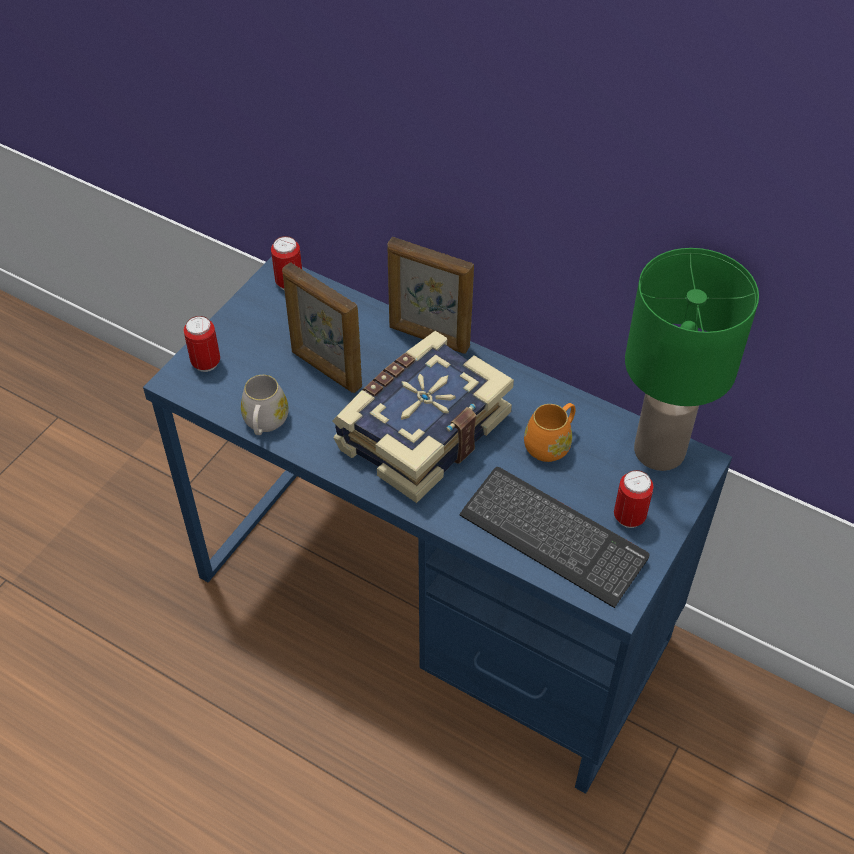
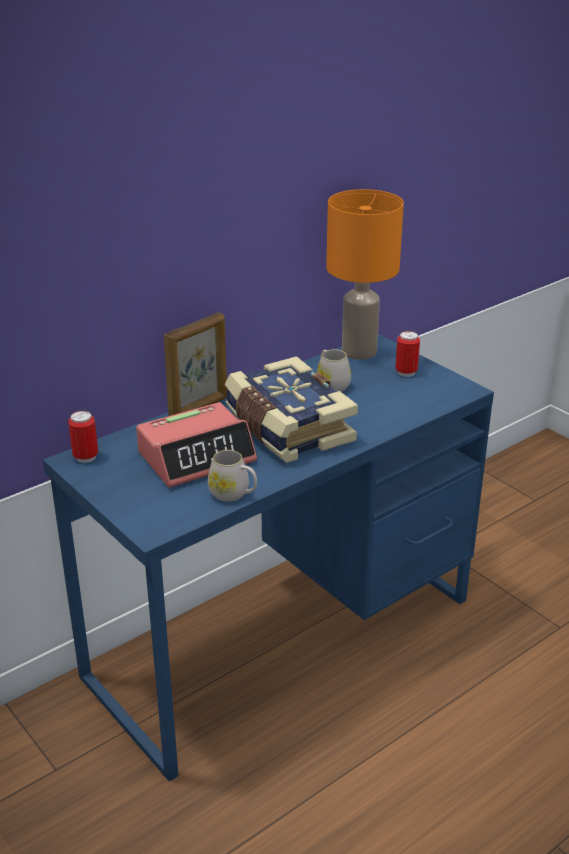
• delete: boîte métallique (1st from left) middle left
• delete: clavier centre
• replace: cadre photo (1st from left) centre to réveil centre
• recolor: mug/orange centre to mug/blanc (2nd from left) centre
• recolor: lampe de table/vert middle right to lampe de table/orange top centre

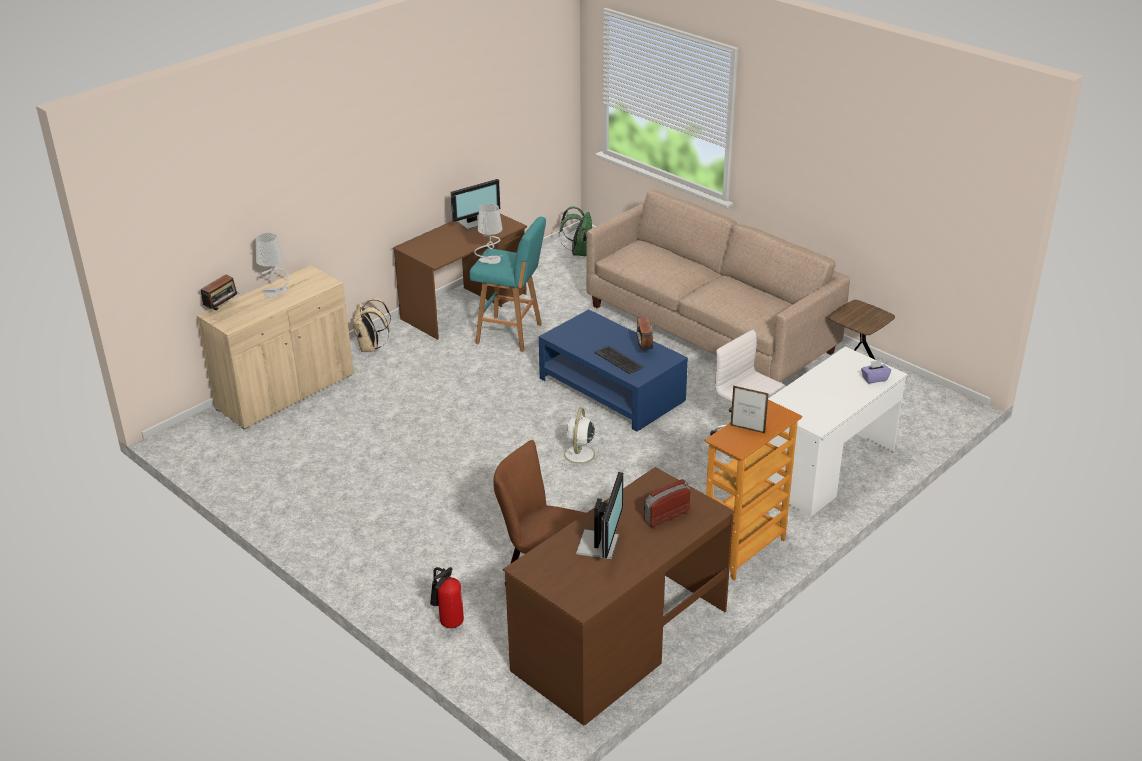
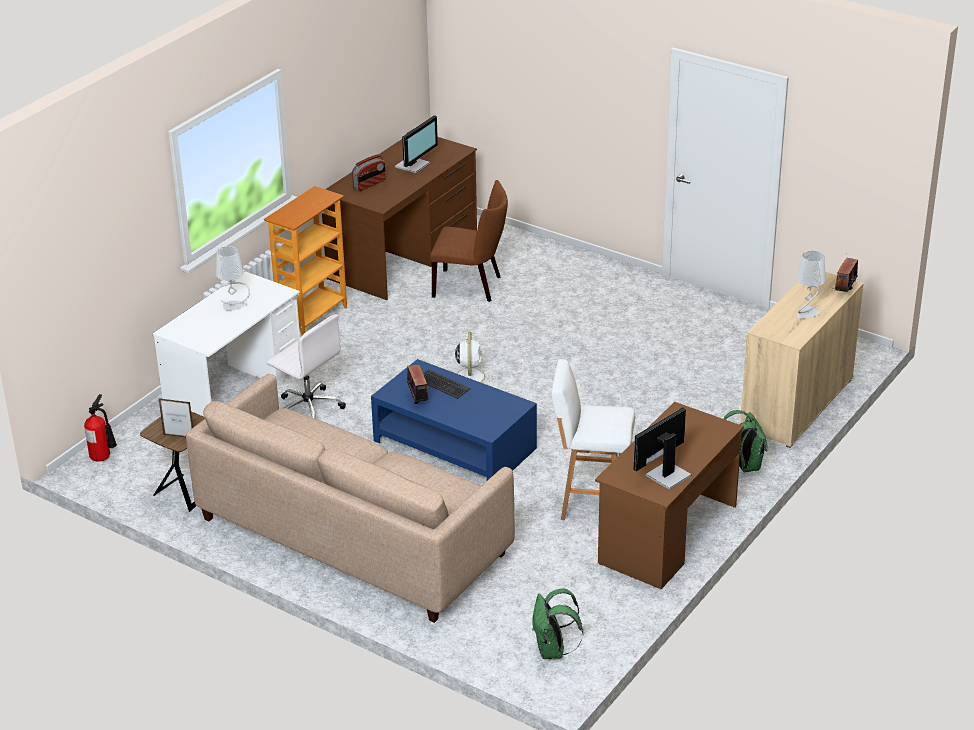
• delete: boîte à mouchoirs/violet middle right
• move: extincteur bottom centre to middle left
• move: lampe de table/gris (2nd from left in the first image) top centre to lampe de table/gris (1st from left) middle left
• move: cadre photo centre to middle left
• recolor: sac à dos/beige middle left to sac à dos/vert (2nd from left) middle right
• recolor: tabouret/turquoise centre to tabouret/blanc centre
• rotate: écran d'ordinateur (2nd from left in the first image) bottom centre = top centre 150 degrees counterclockwise

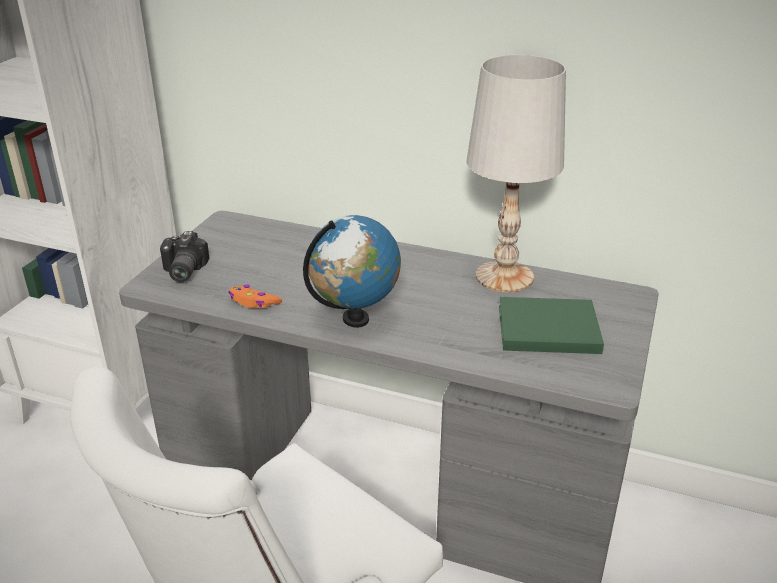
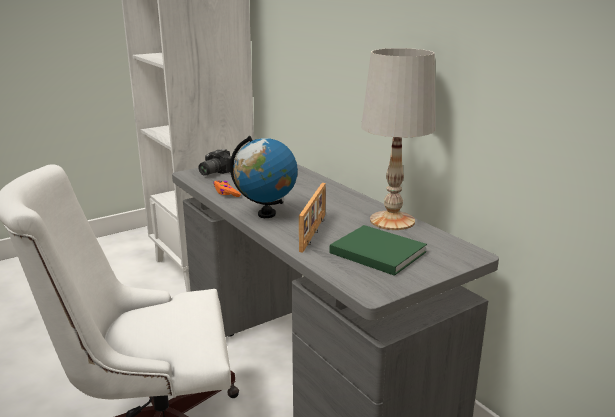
• insert: cadre photo centre

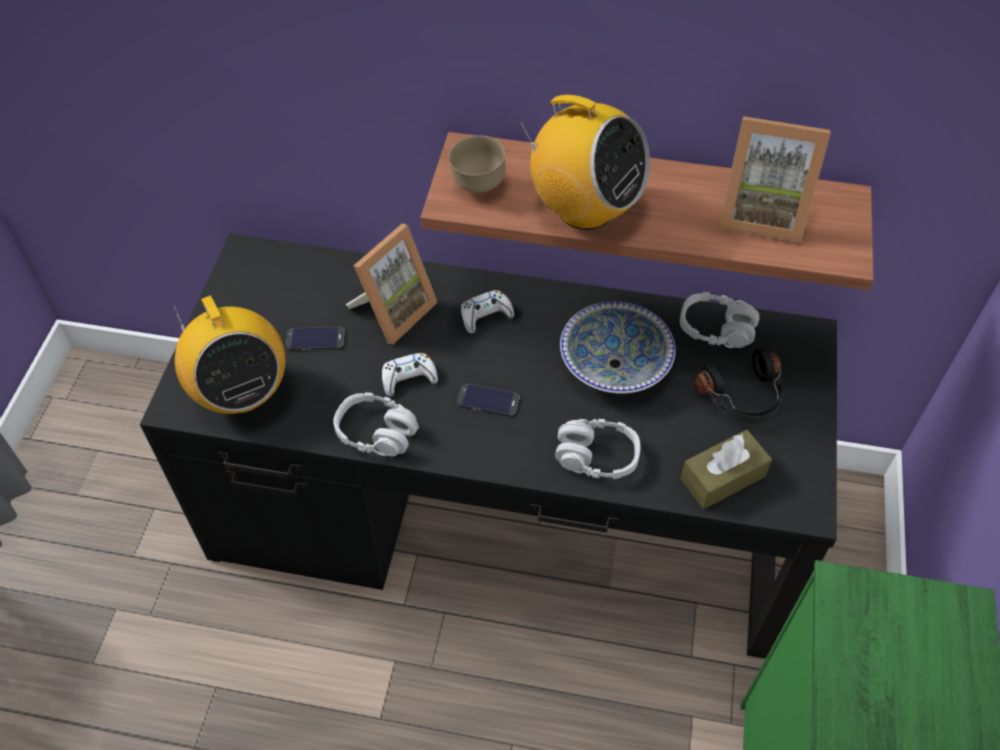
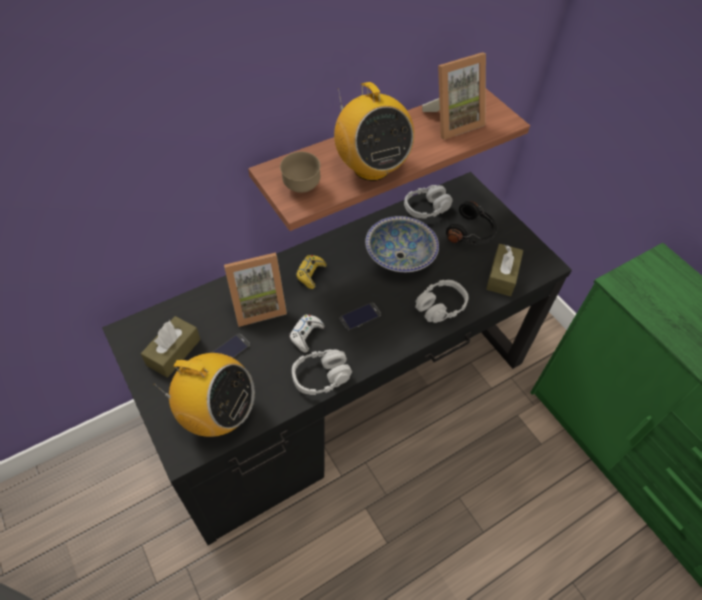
• insert: boîte à mouchoirs/marron (1st from left) middle left
• recolor: manette/blanc (2nd from left) centre to manette/jaune centre
• rotate: cadre photo (1st from left) centre = centre 75 degrees clockwise
• rotate: radio (2nd from left) top centre = top centre 75 degrees clockwise

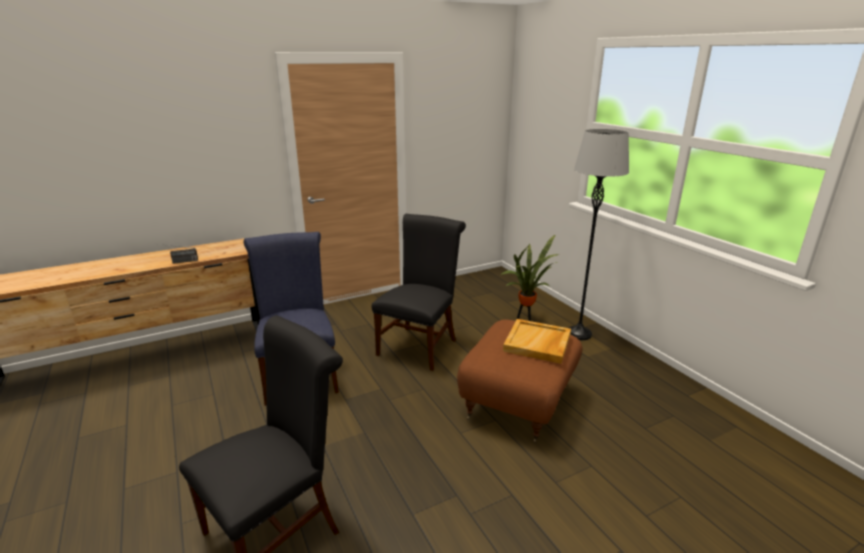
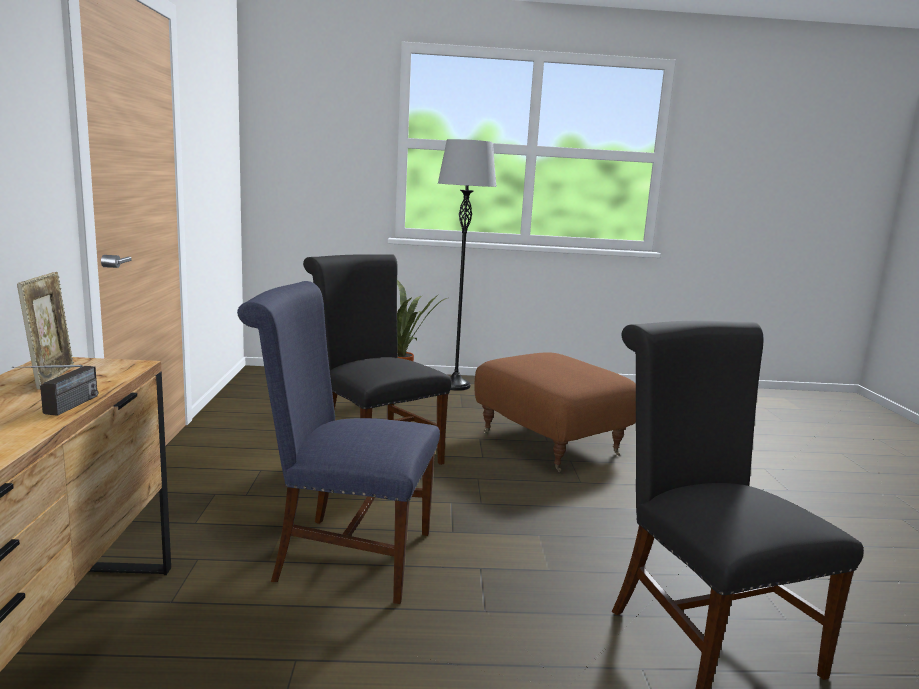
• delete: plateau/beige centre
• insert: cadre photo middle left

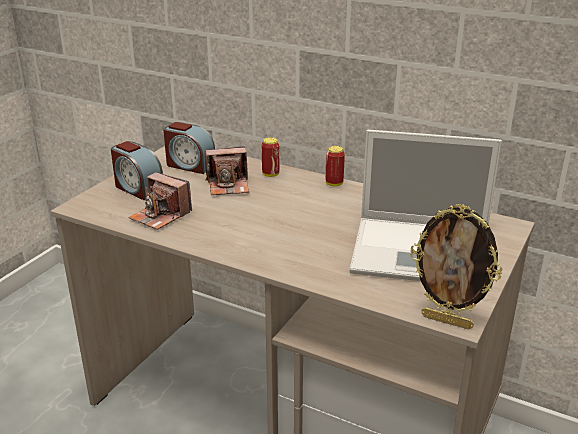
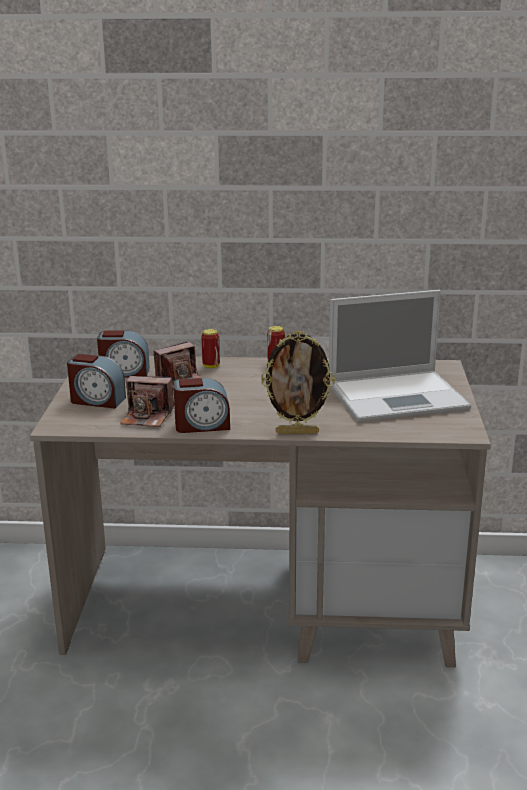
• insert: réveil (3rd from left) centre
• move: cadre photo middle right to centre

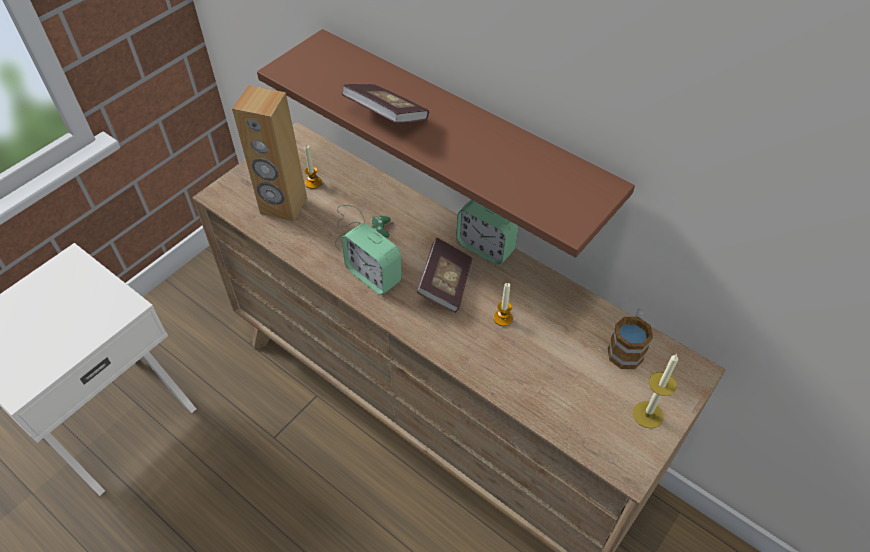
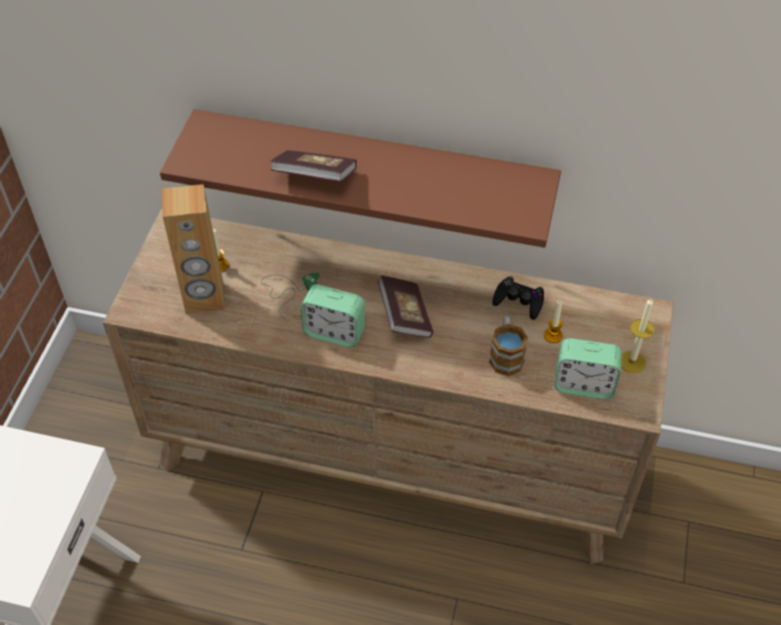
• insert: manette/noir centre
• move: réveil (2nd from left) centre to middle right
• move: bougie (2nd from left) centre to middle right
• move: mug middle right to centre

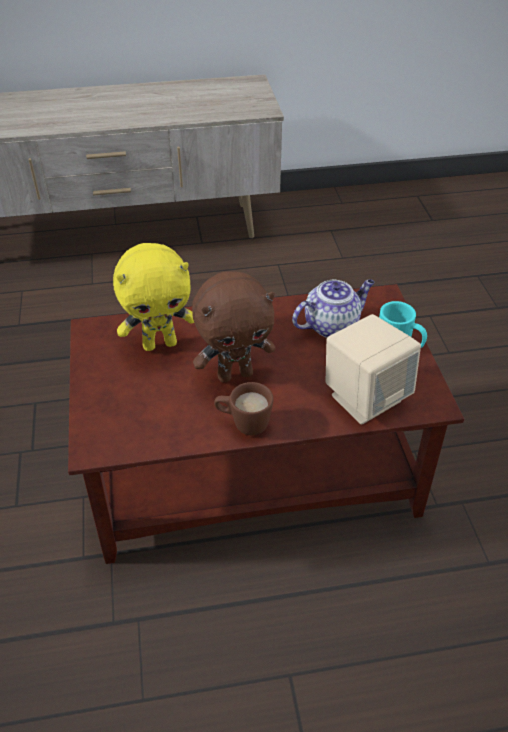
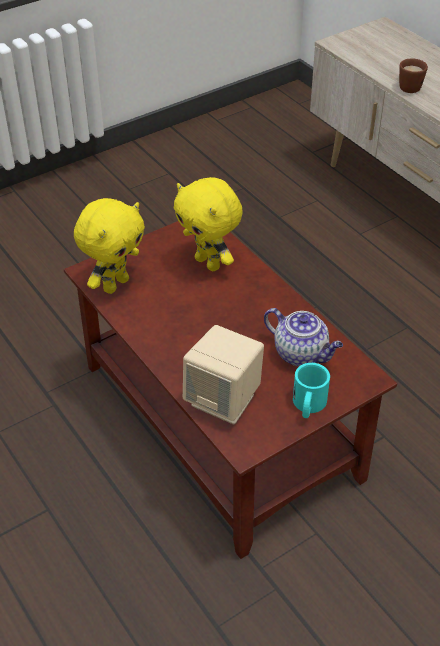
• delete: peluche/marron centre
• insert: peluche/jaune (1st from left) middle left
• move: mug/marron centre to top right

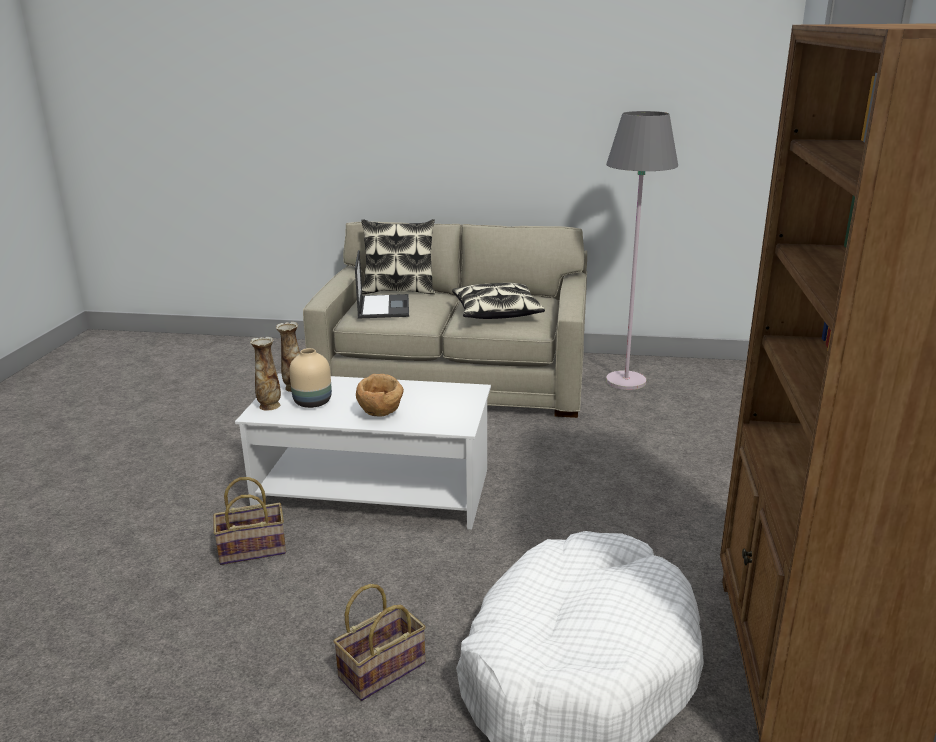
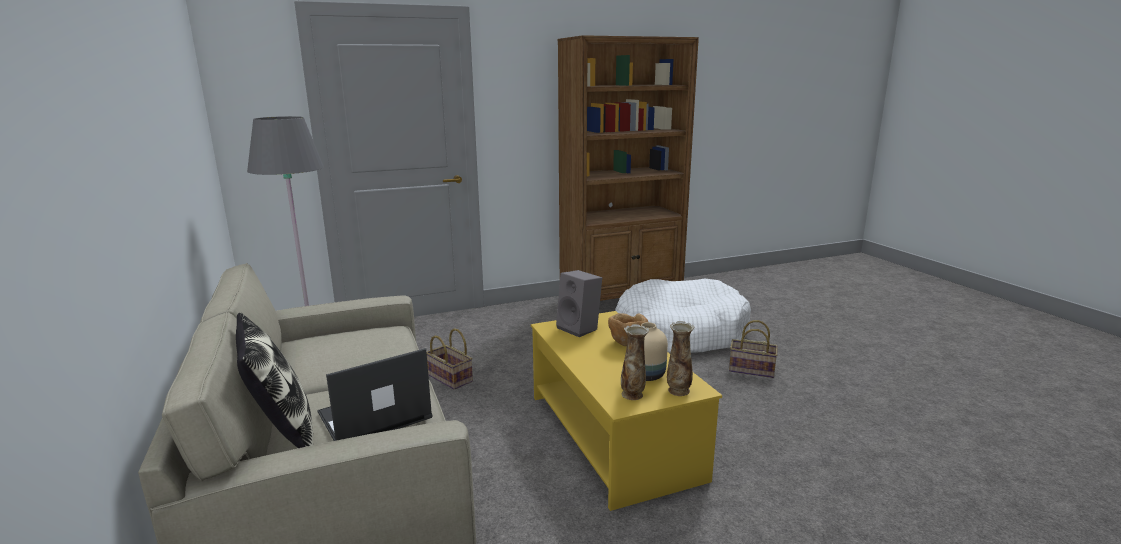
• delete: coussin (2nd from left) centre
• insert: enceinte/gris centre
• move: panier (1st from left) bottom left to centre
• recolor: table basse/blanc centre to table basse/jaune bottom centre

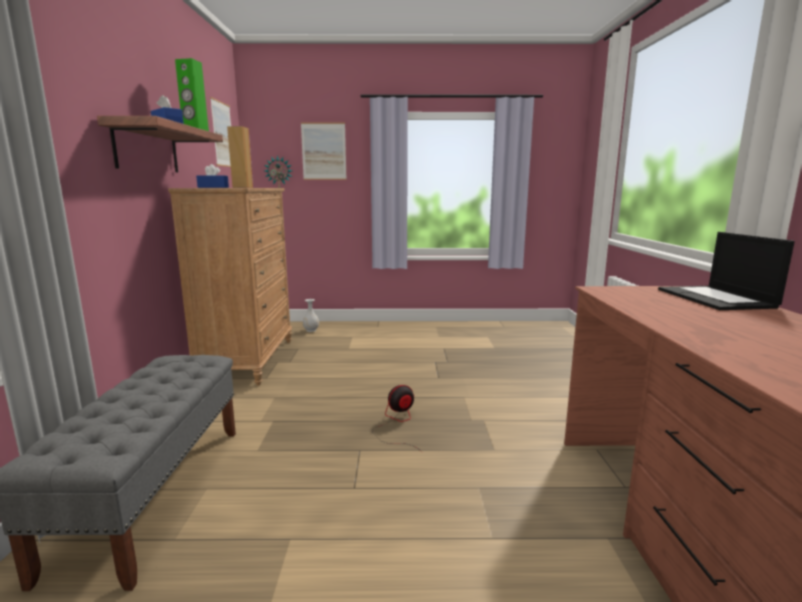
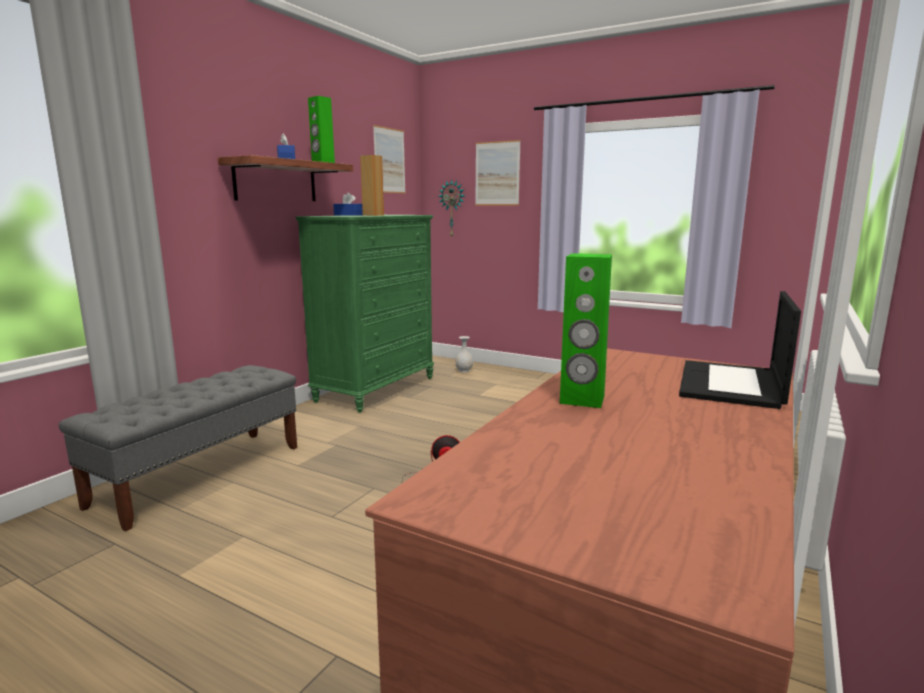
• insert: enceinte/vert (2nd from left) centre
• recolor: commode/marron middle left to commode/vert centre

